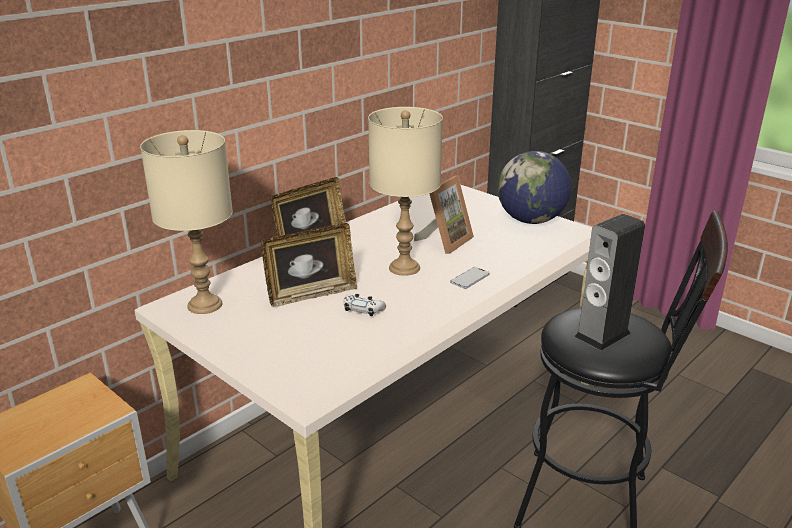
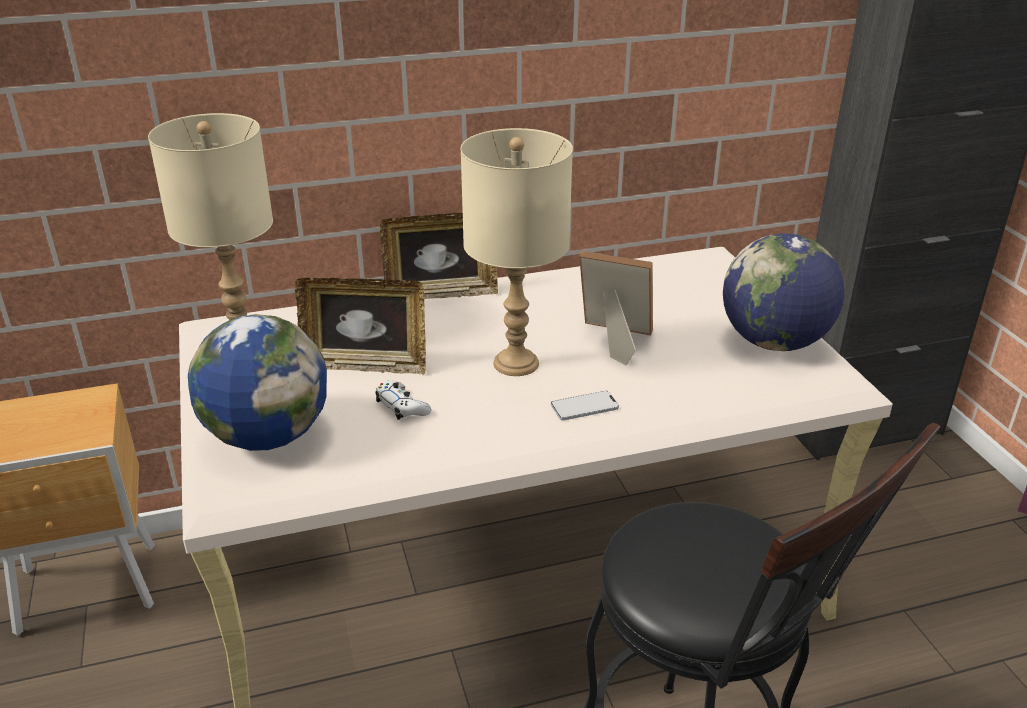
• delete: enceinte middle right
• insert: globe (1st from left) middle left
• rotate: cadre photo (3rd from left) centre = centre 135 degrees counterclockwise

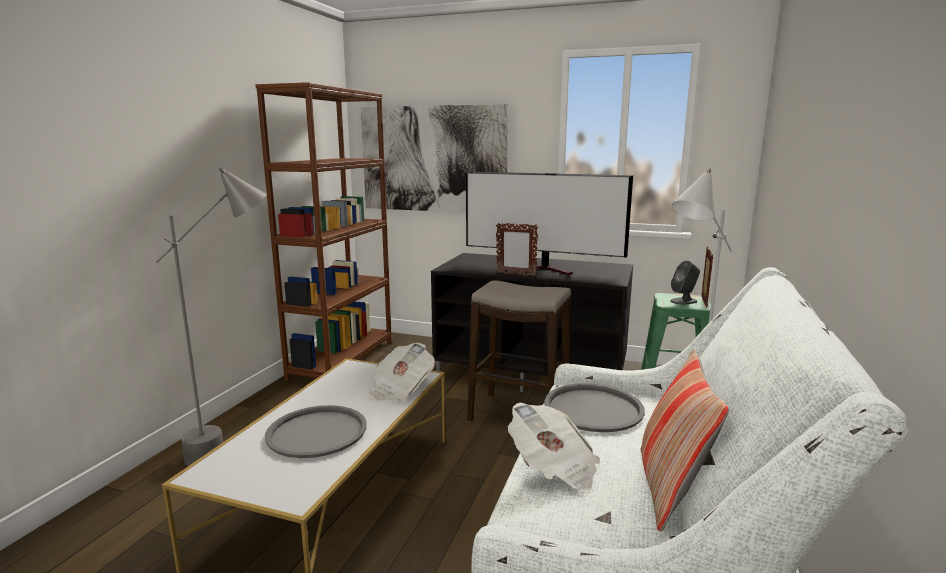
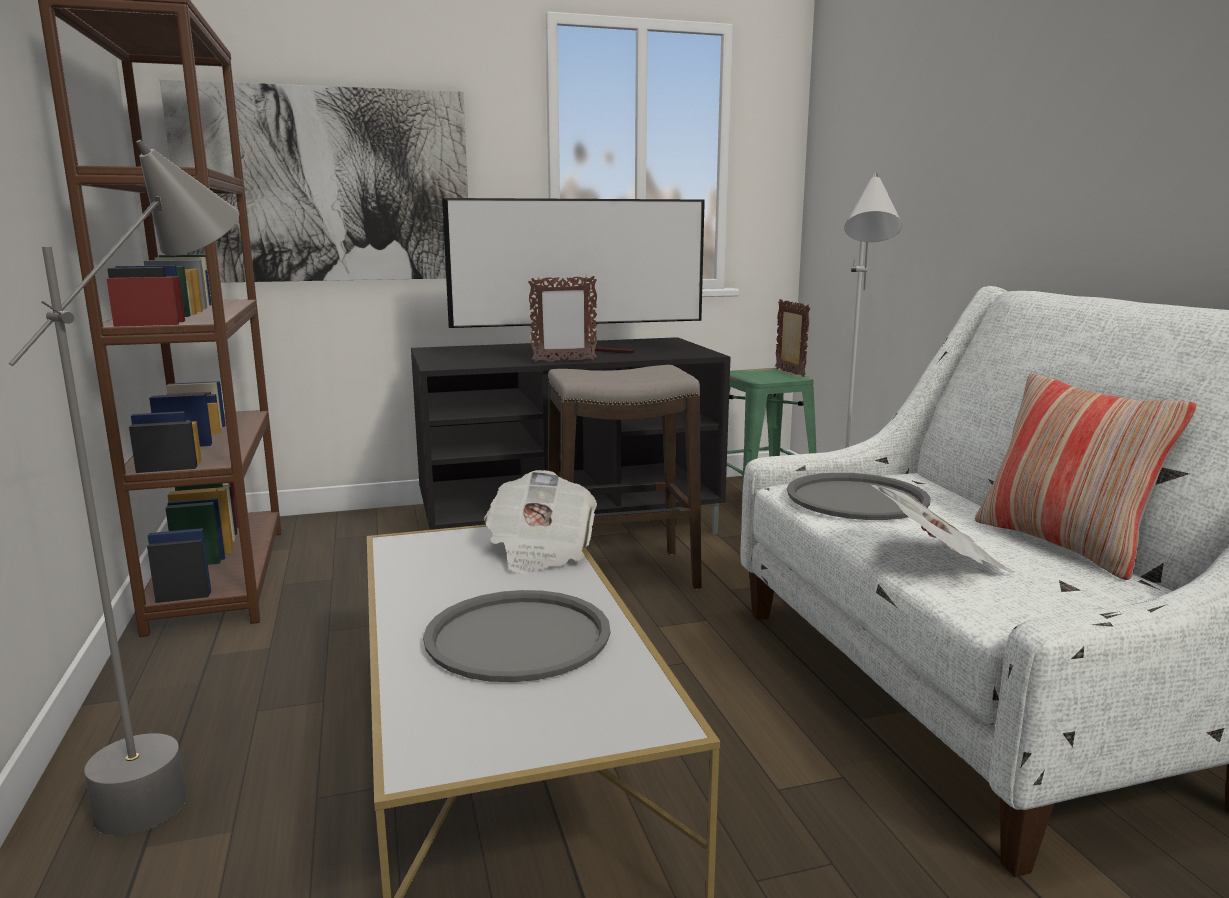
• delete: enceinte/gris middle right

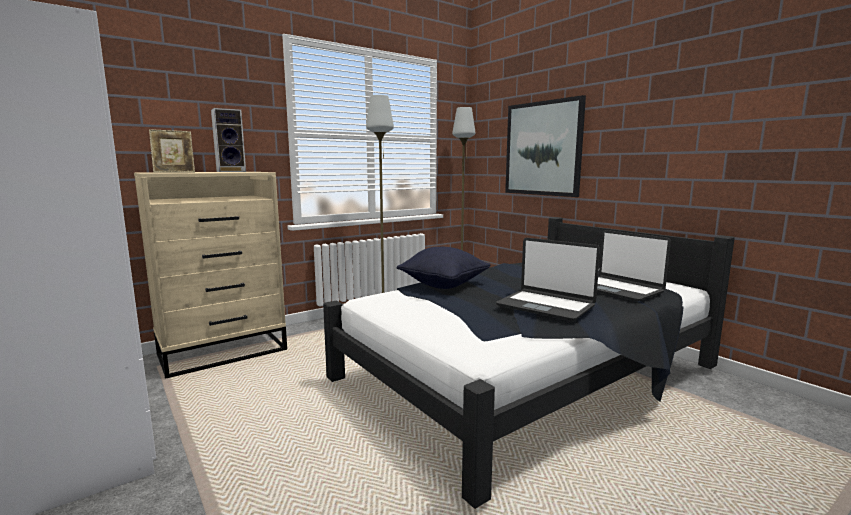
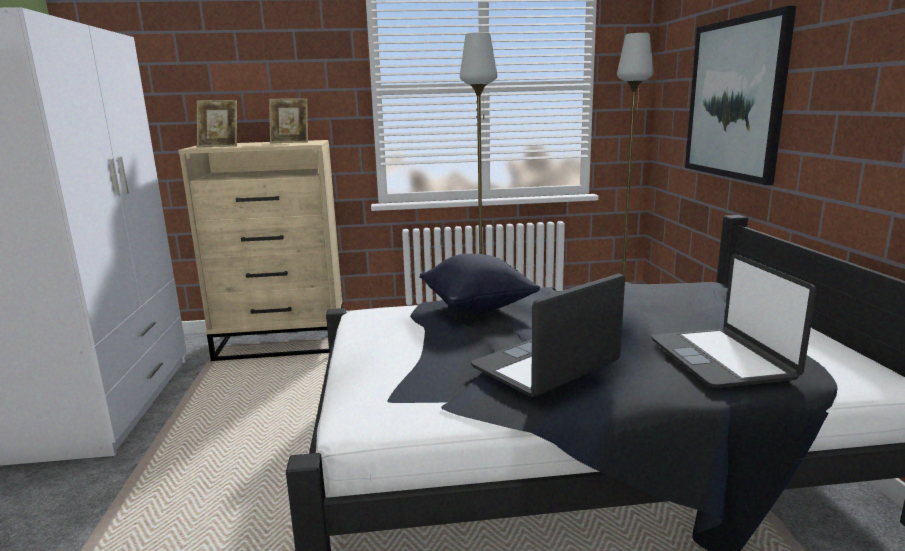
• replace: enceinte top left to cadre photo (2nd from left) top left
• rotate: ordinateur portable (1st from left) centre = centre 75 degrees clockwise

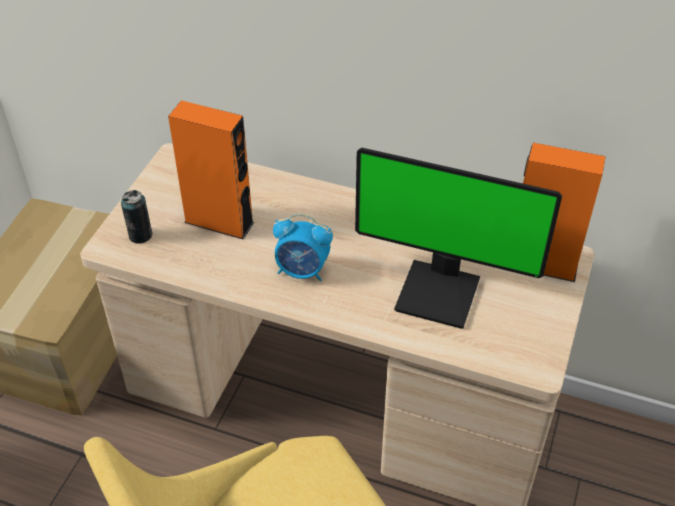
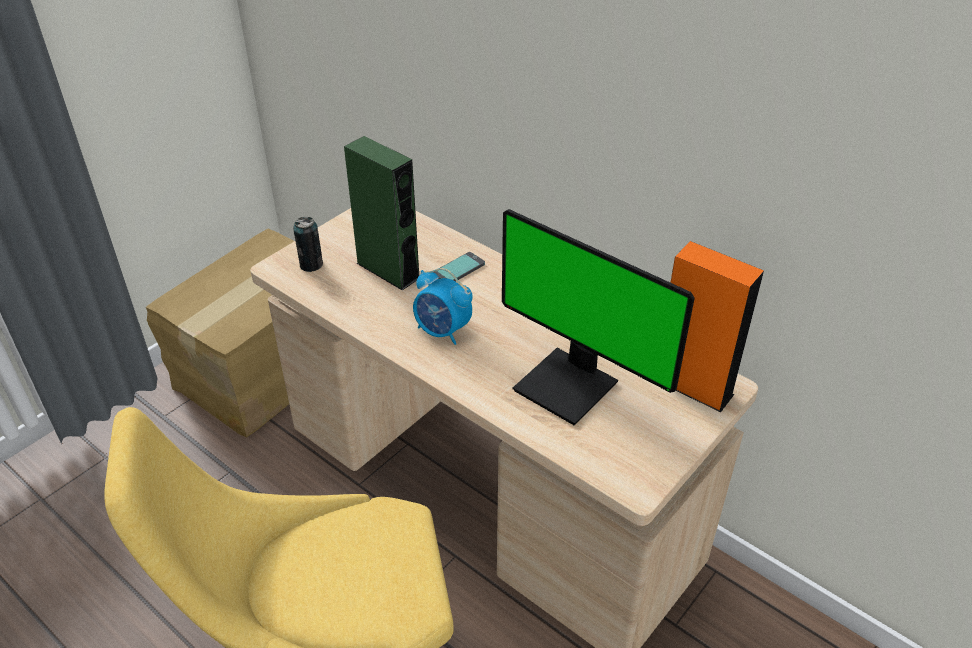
• insert: téléphone centre
• recolor: enceinte/orange (1st from left) middle left to enceinte/vert top centre

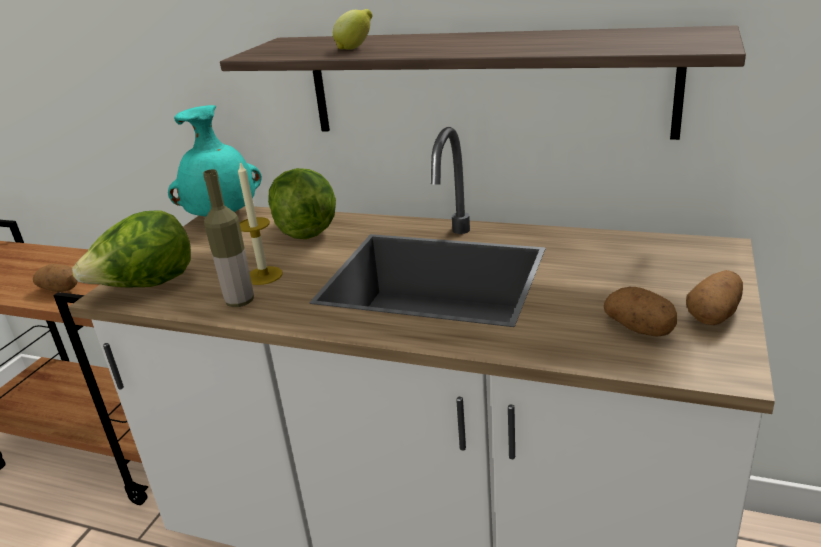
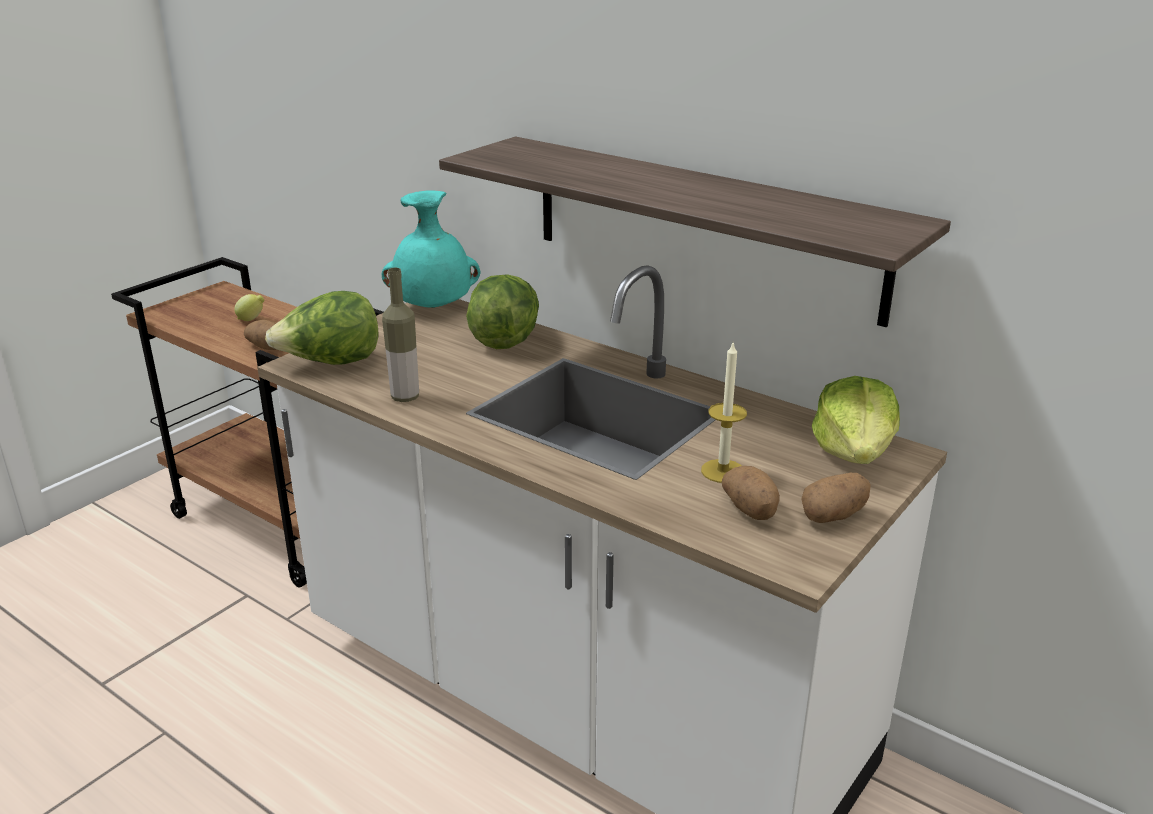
• insert: laitue (3rd from left) middle right
• move: bougie middle left to centre
• move: citron top centre to middle left

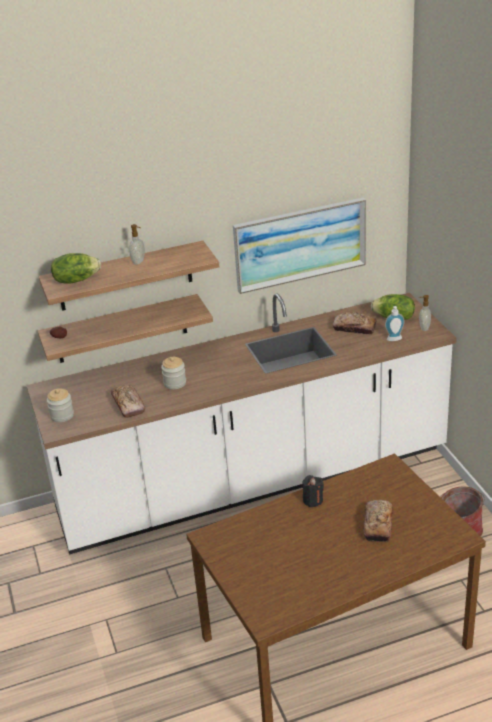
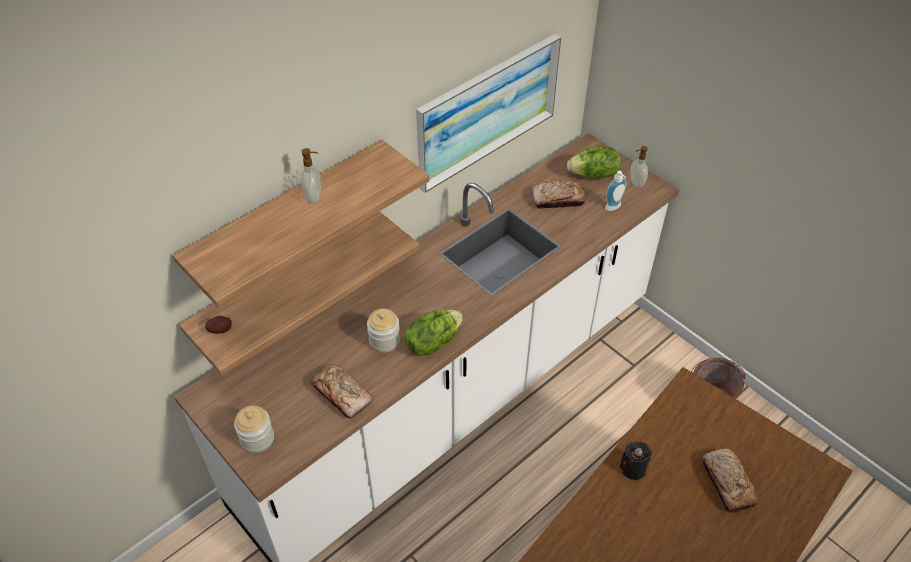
• move: laitue (1st from left) middle left to centre

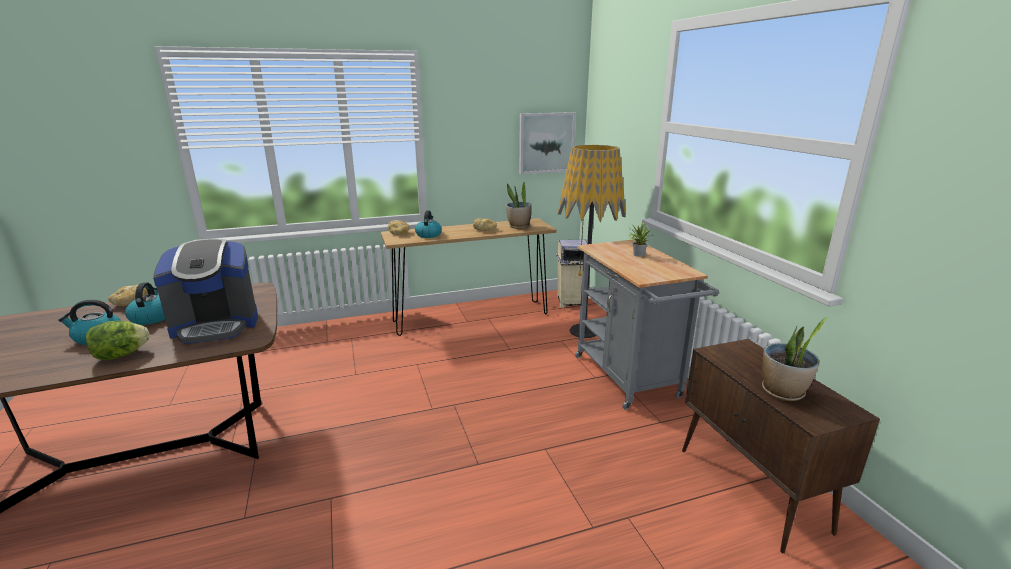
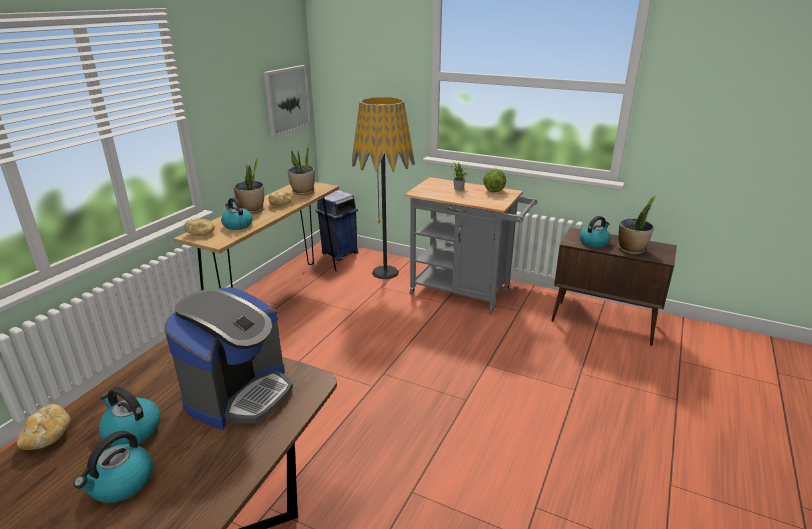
• insert: plante en pot (1st from left) middle left
• insert: bouilloire (4th from left) middle right
• move: laitue middle left to centre
• recolor: poubelle/beige centre to poubelle/bleu centre

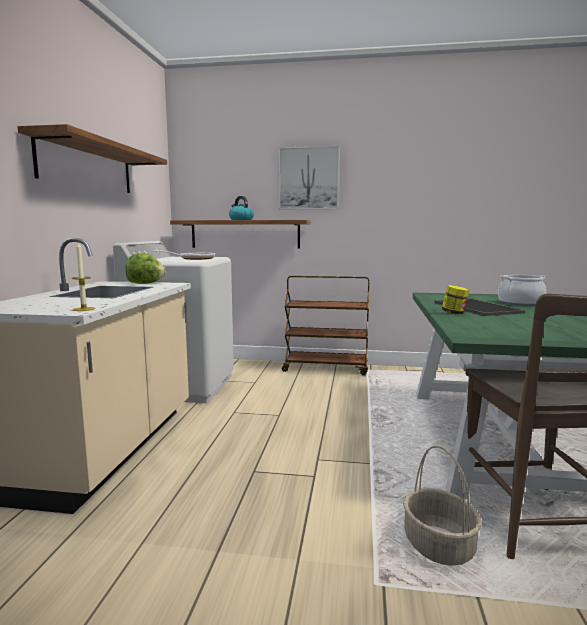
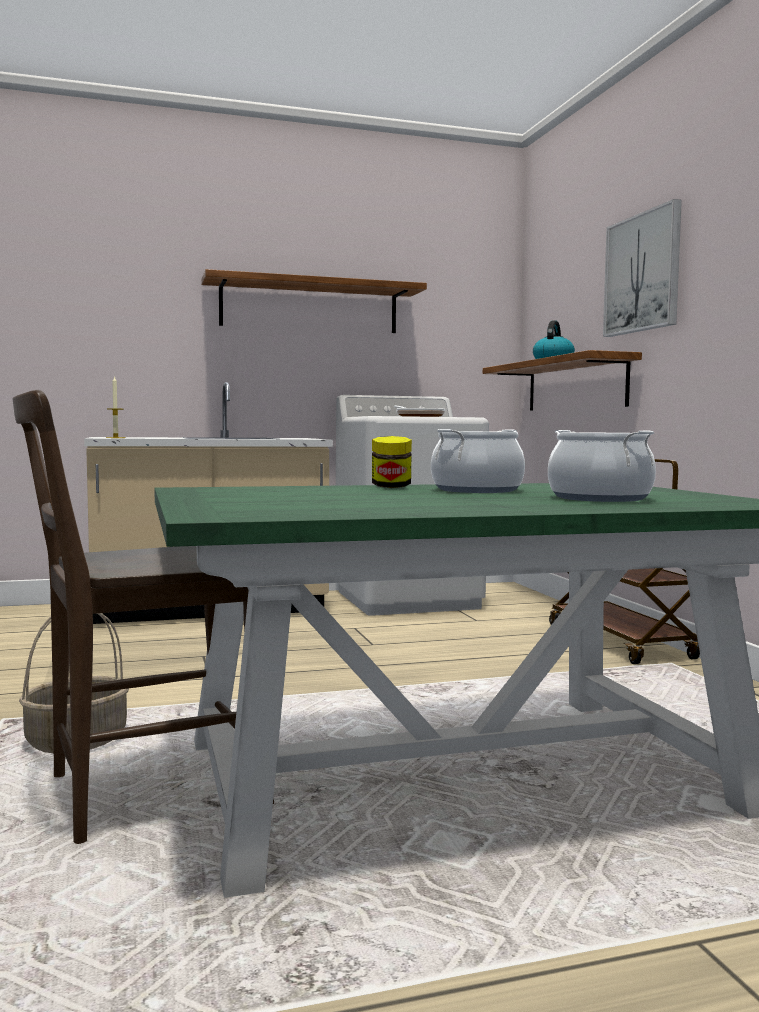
• delete: laitue middle left
• replace: plateau middle right to marmite (1st from left) centre

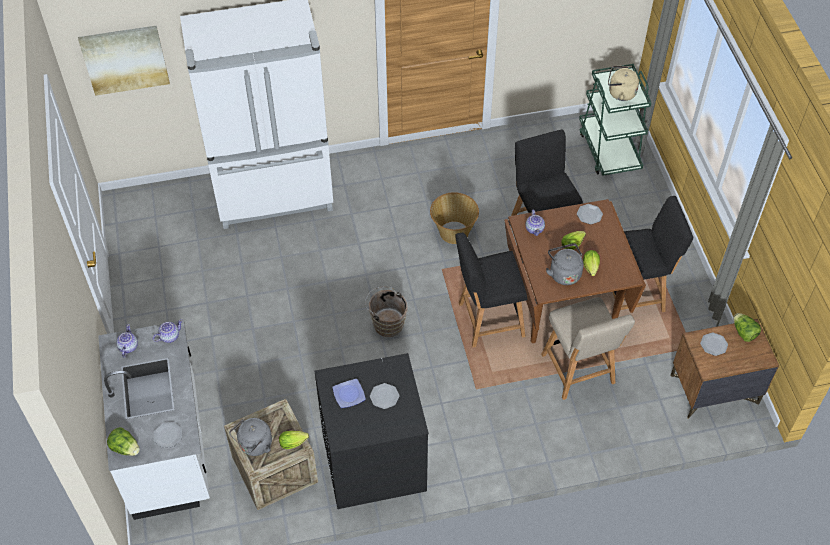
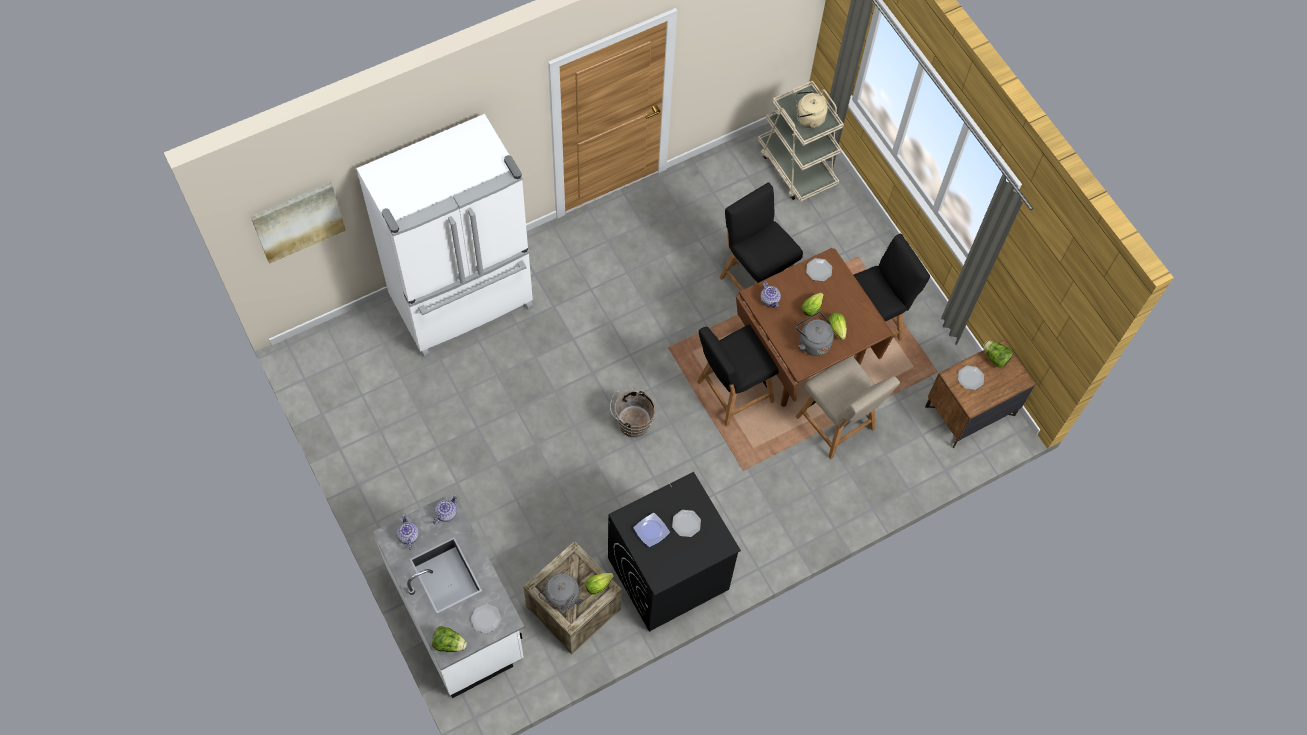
• delete: panier centre
• recolor: chariot/vert top right to chariot/beige top centre

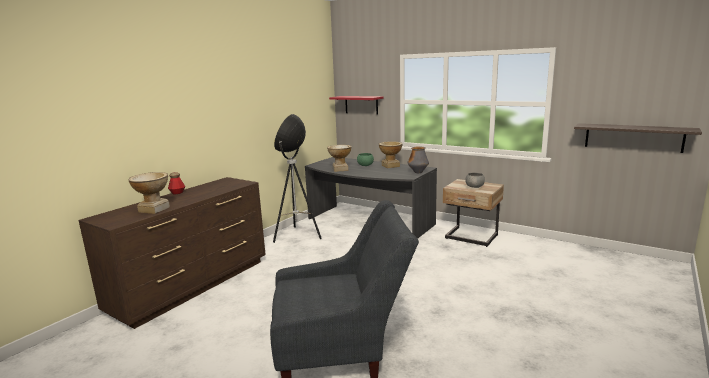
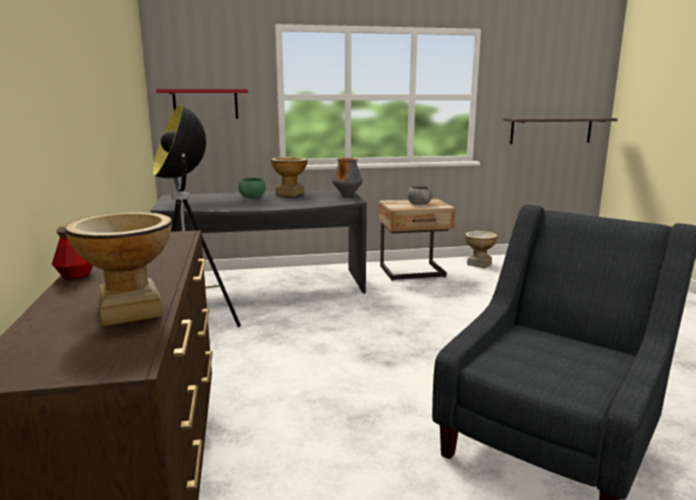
• move: vase (2nd from left in the first image) centre to vase (4th from left) middle right

